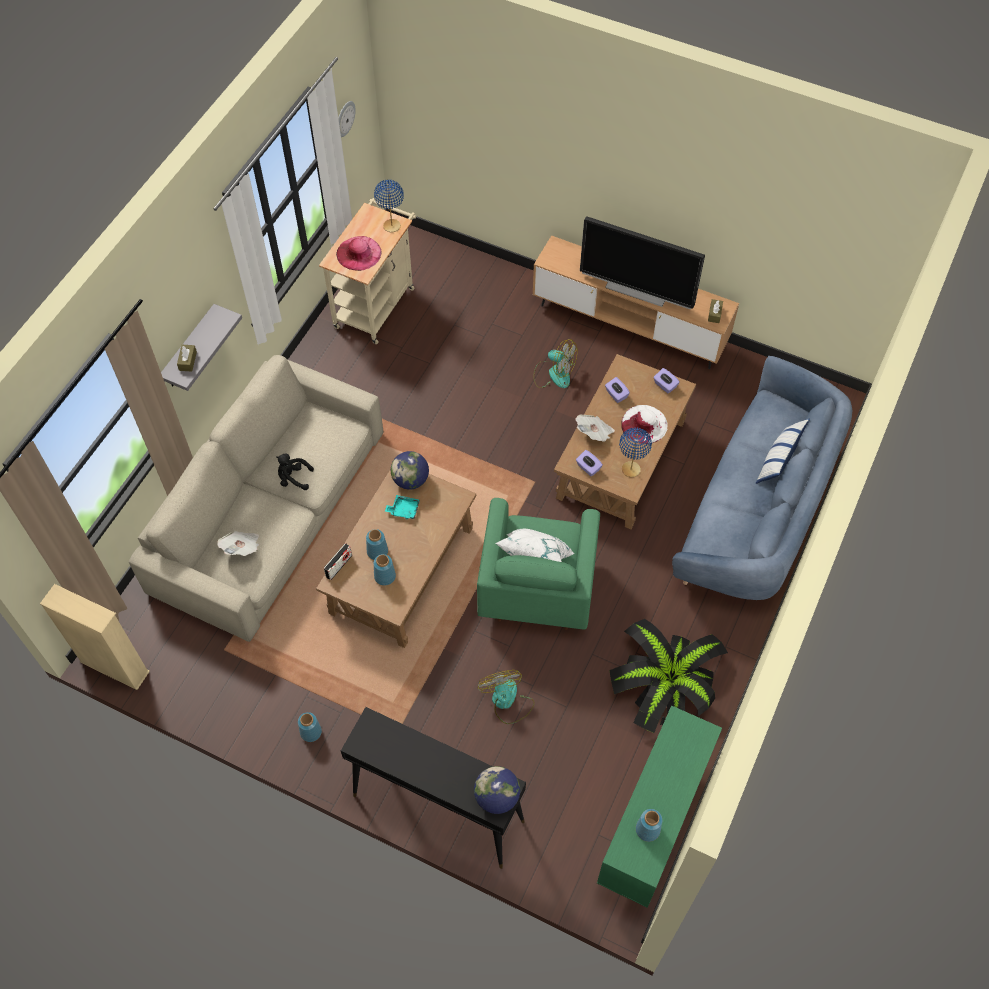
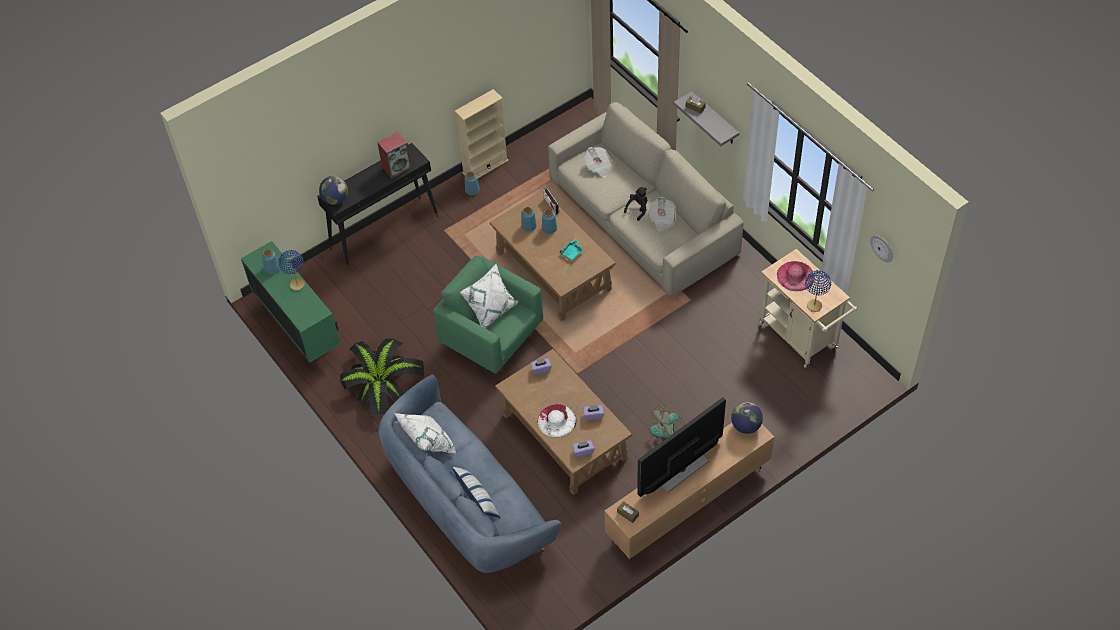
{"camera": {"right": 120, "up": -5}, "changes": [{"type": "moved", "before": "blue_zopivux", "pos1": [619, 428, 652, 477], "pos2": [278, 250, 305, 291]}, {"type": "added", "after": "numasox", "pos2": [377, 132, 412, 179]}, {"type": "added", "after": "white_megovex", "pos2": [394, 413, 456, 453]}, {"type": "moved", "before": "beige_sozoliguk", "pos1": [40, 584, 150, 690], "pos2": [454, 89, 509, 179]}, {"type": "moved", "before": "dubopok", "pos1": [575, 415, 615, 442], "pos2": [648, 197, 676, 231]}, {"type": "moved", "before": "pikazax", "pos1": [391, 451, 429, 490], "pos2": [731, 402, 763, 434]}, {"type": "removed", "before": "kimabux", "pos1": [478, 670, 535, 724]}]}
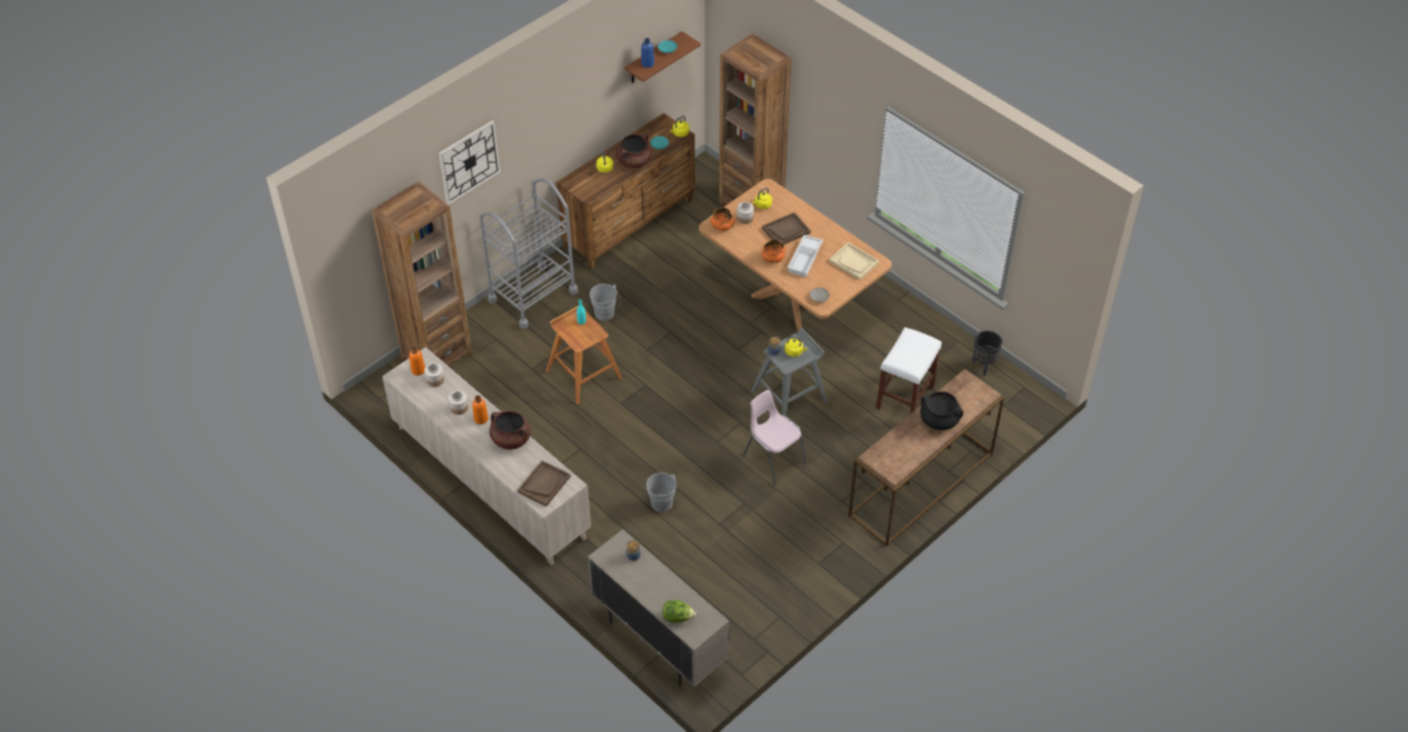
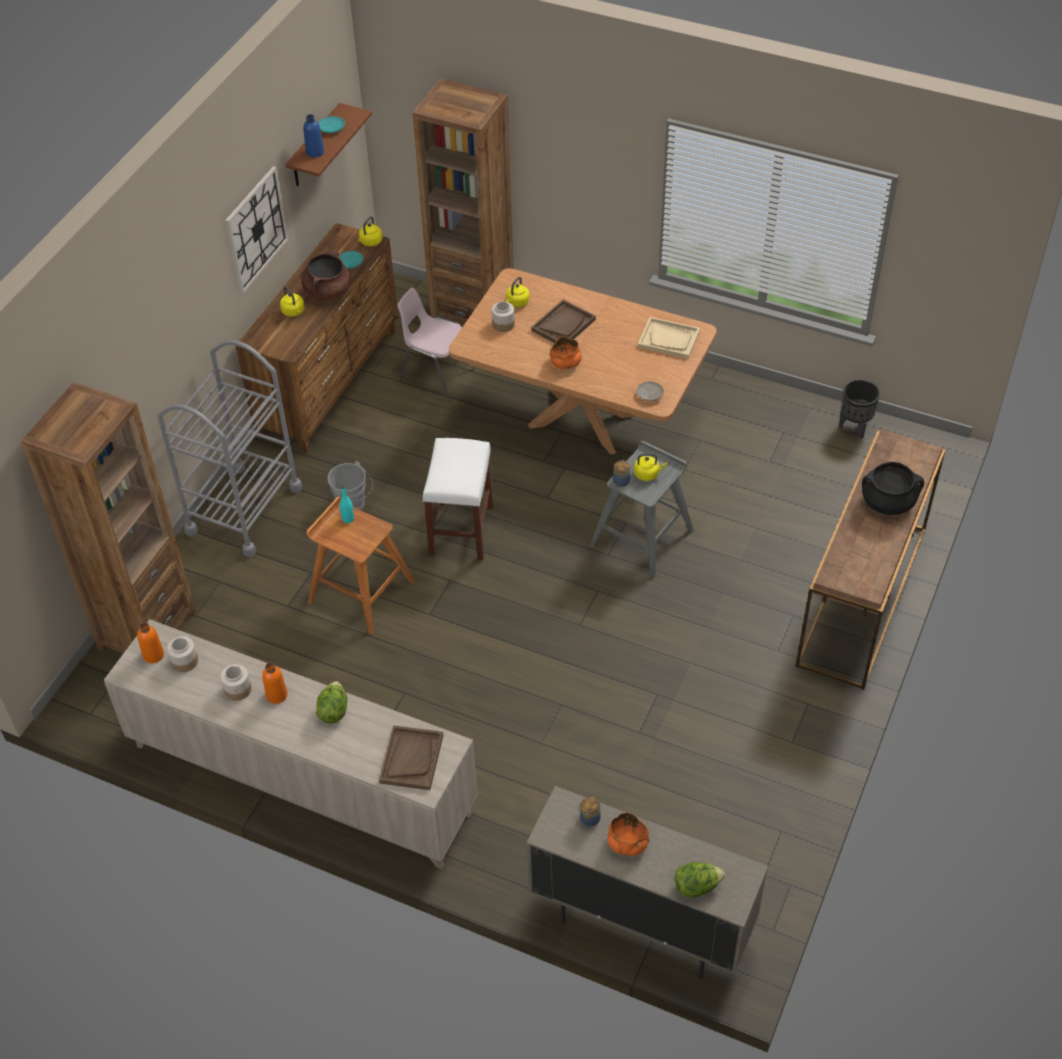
{"camera": {"right": -20, "up": 0}, "changes": [{"type": "moved", "before": "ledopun", "pos1": [439, 120, 501, 205], "pos2": [225, 166, 289, 294]}, {"type": "replaced", "before": "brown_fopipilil", "after": "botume", "pos1": [489, 411, 531, 450], "pos2": [316, 681, 347, 724]}, {"type": "moved", "before": "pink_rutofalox", "pos1": [743, 390, 806, 485], "pos2": [397, 288, 475, 402]}, {"type": "moved", "before": "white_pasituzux", "pos1": [876, 327, 941, 414], "pos2": [422, 438, 493, 560]}, {"type": "moved", "before": "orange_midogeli", "pos1": [711, 207, 735, 231], "pos2": [607, 812, 649, 856]}, {"type": "removed", "before": "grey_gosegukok", "pos1": [643, 472, 676, 512]}, {"type": "removed", "before": "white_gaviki", "pos1": [788, 235, 823, 277]}]}
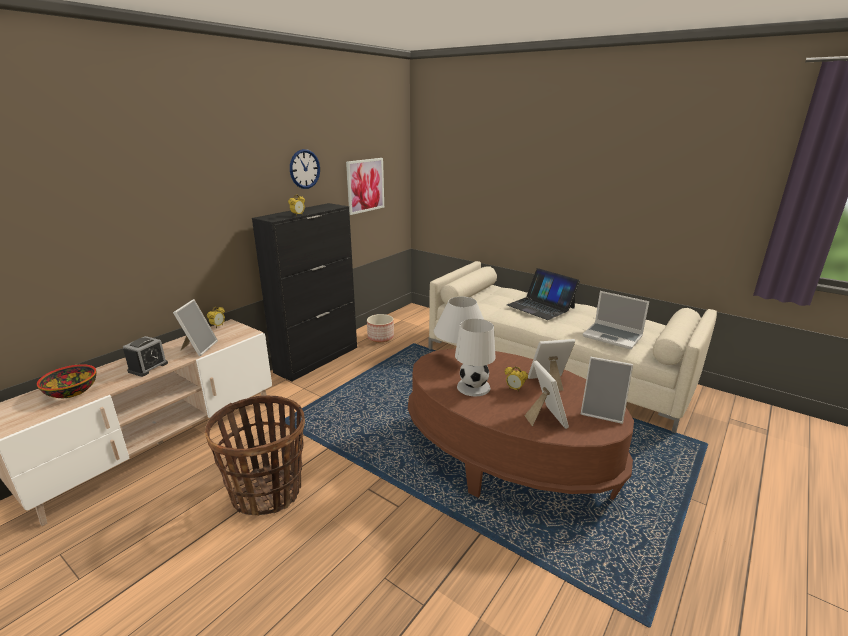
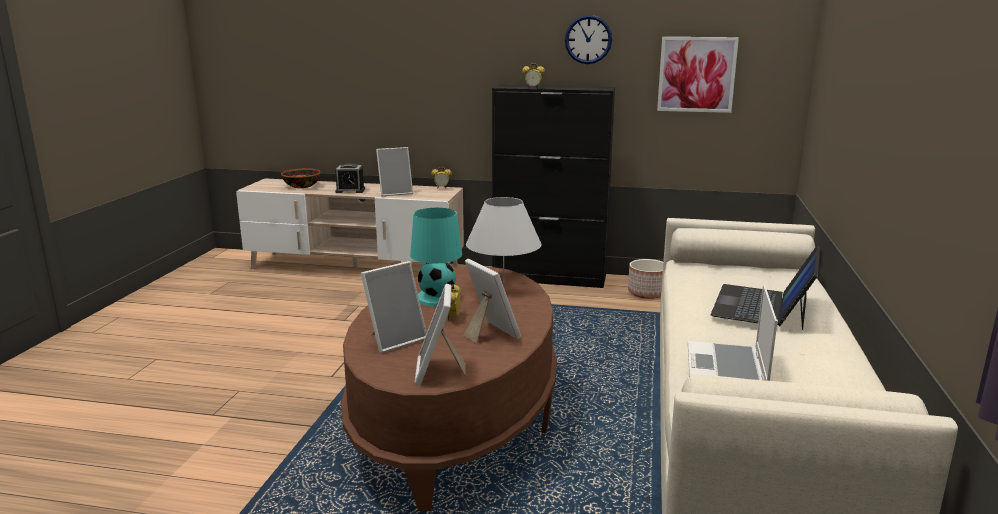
{"camera": {"right": 65, "up": -5}, "changes": [{"type": "recoloured", "before": "white_zopivux", "after": "turquoise_zopivux", "pos1": [455, 319, 496, 396], "pos2": [410, 208, 462, 306]}, {"type": "removed", "before": "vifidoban", "pos1": [205, 395, 305, 516]}]}
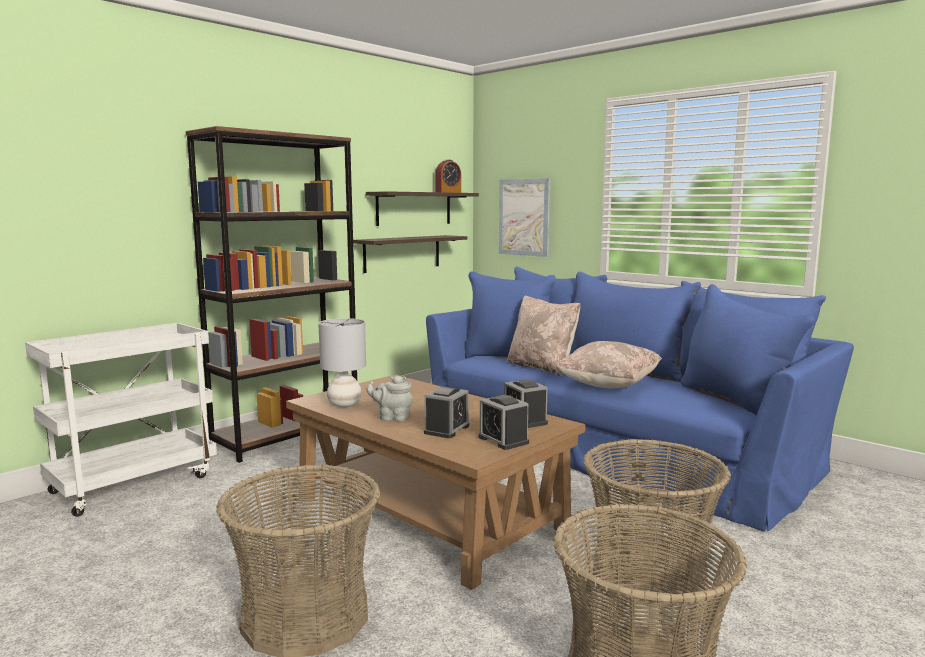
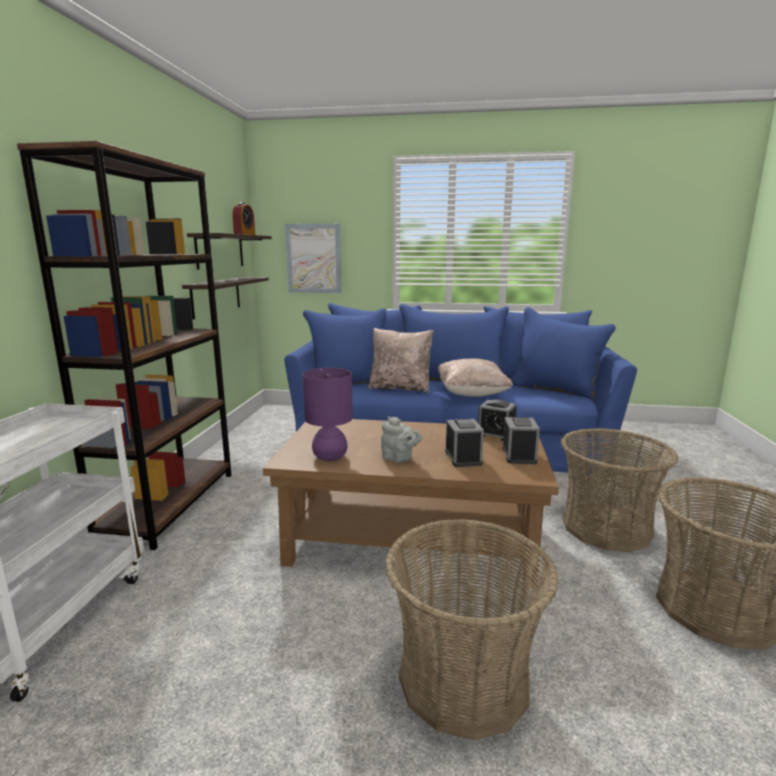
{"camera": {"right": -35, "up": 5}, "changes": [{"type": "recoloured", "before": "grey_zopivux", "after": "purple_zopivux", "pos1": [318, 318, 366, 407], "pos2": [303, 368, 353, 461]}, {"type": "turned", "before": "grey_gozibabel", "pos1": [366, 375, 413, 421], "pos2": [381, 416, 422, 463], "turn": -120}, {"type": "turned", "before": "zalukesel", "pos1": [478, 395, 529, 450], "pos2": [503, 417, 540, 464], "turn": -105}]}
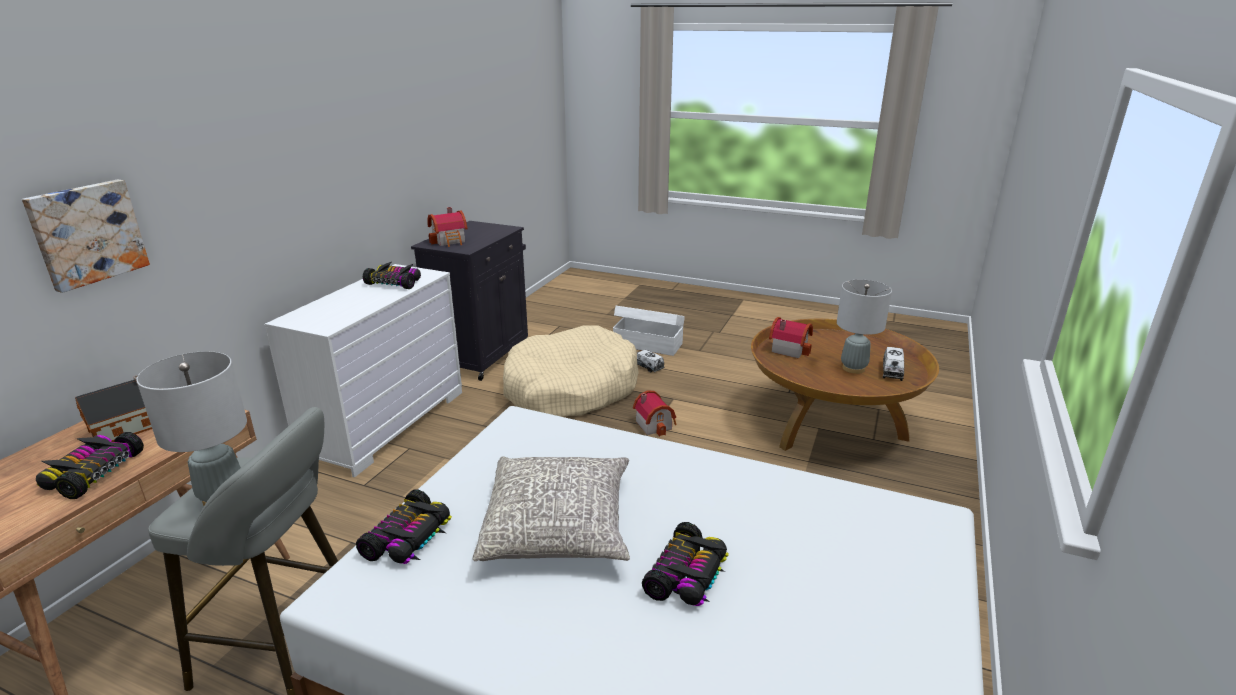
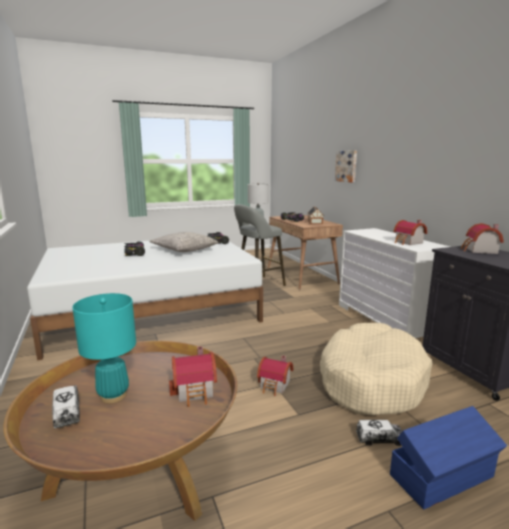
{"camera": {"right": 135, "up": -10}, "changes": [{"type": "recoloured", "before": "grey_zopivux", "after": "turquoise_zopivux", "pos1": [837, 280, 892, 374], "pos2": [72, 293, 136, 403]}, {"type": "recoloured", "before": "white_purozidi", "after": "blue_purozidi", "pos1": [613, 306, 685, 356], "pos2": [390, 406, 507, 509]}, {"type": "replaced", "before": "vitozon", "after": "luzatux", "pos1": [363, 262, 421, 289], "pos2": [393, 220, 427, 245]}]}
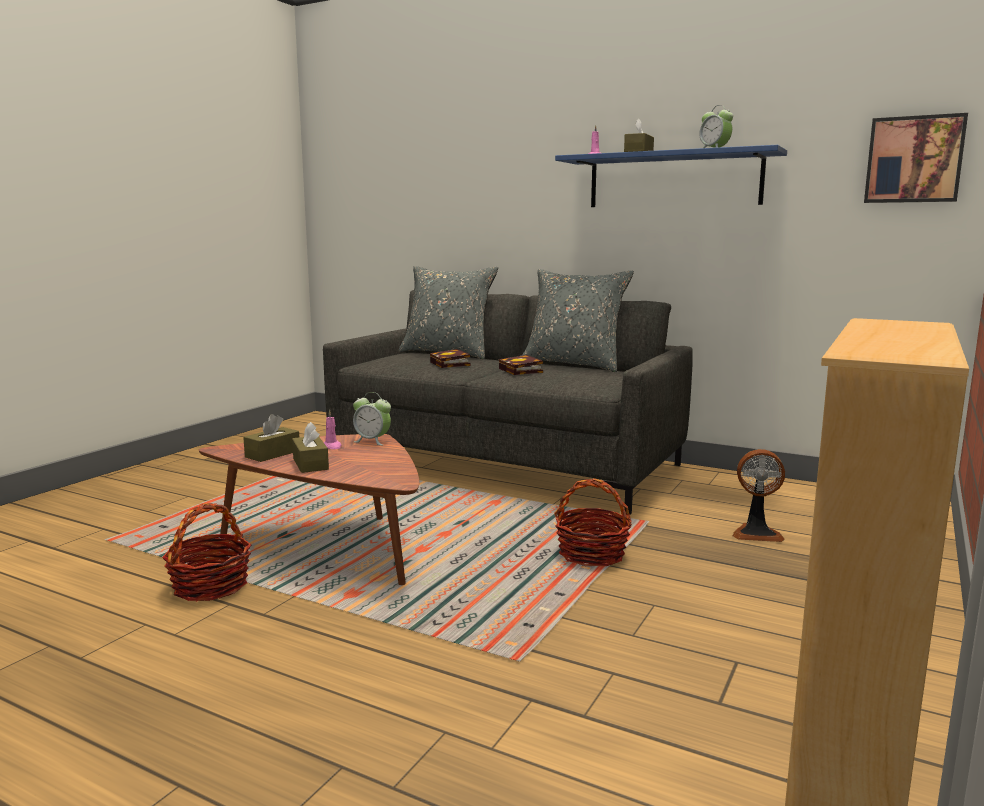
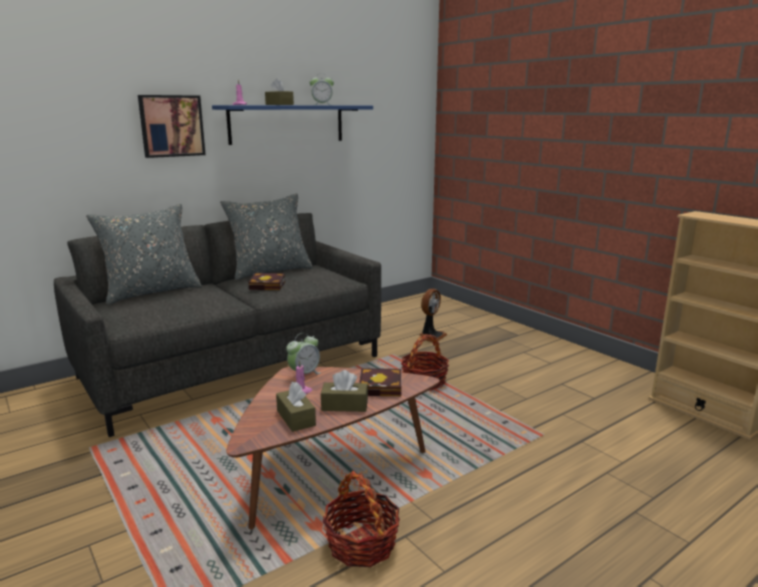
{"camera": {"right": -65, "up": 5}, "changes": [{"type": "moved", "before": "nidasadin", "pos1": [864, 113, 968, 203], "pos2": [138, 95, 206, 158]}, {"type": "moved", "before": "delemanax", "pos1": [430, 349, 470, 368], "pos2": [359, 368, 402, 397]}]}
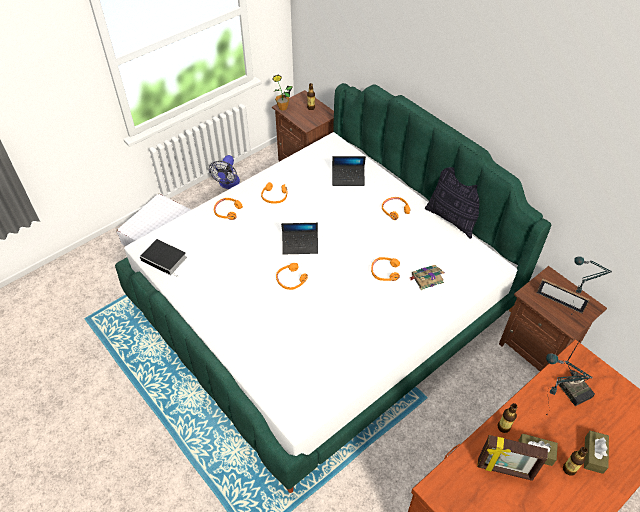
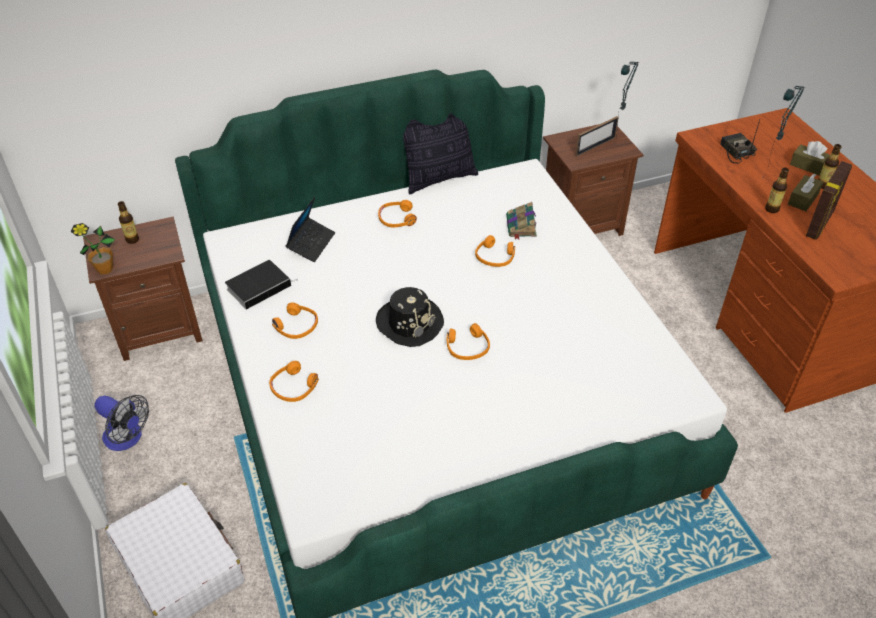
{"camera": {"right": -70, "up": -5}, "changes": [{"type": "moved", "before": "delemanax", "pos1": [140, 239, 187, 277], "pos2": [225, 260, 297, 310]}, {"type": "replaced", "before": "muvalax", "after": "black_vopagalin", "pos1": [281, 223, 318, 254], "pos2": [376, 287, 444, 347]}, {"type": "turned", "before": "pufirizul", "pos1": [559, 340, 595, 406], "pos2": [720, 120, 760, 164], "turn": -105}]}
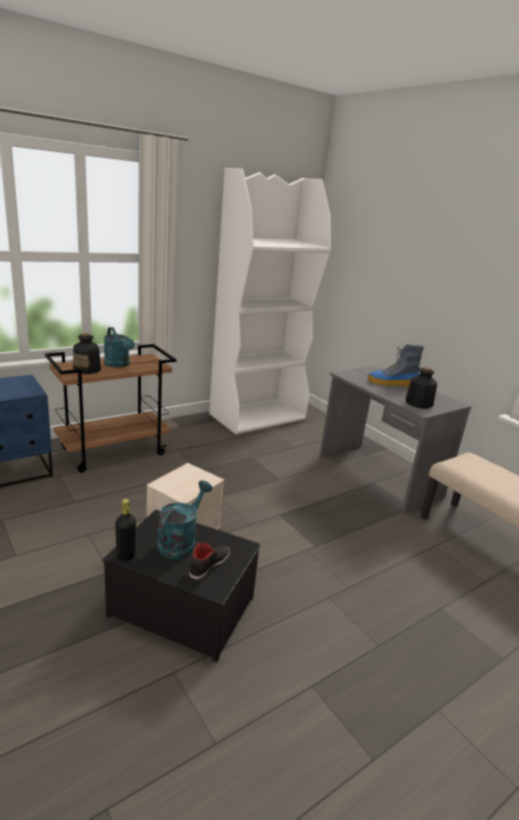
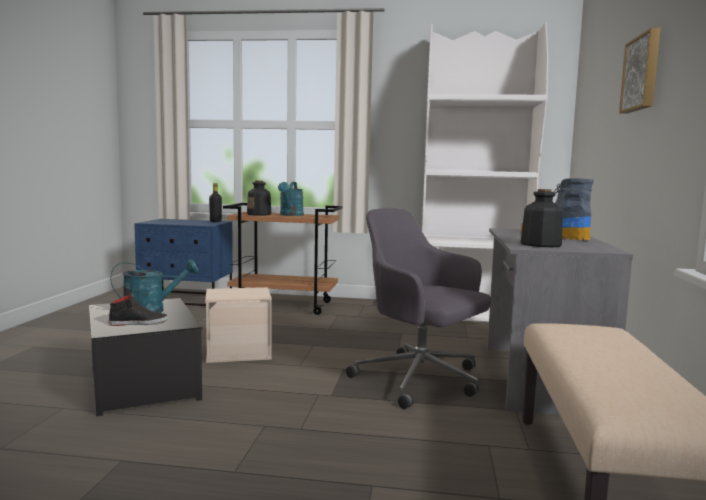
{"camera": {"right": 45, "up": -15}, "changes": [{"type": "moved", "before": "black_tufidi", "pos1": [115, 499, 136, 561], "pos2": [209, 183, 222, 222]}, {"type": "added", "after": "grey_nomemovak", "pos2": [346, 208, 491, 409]}, {"type": "added", "after": "nidasadin", "pos2": [619, 28, 660, 114]}]}
